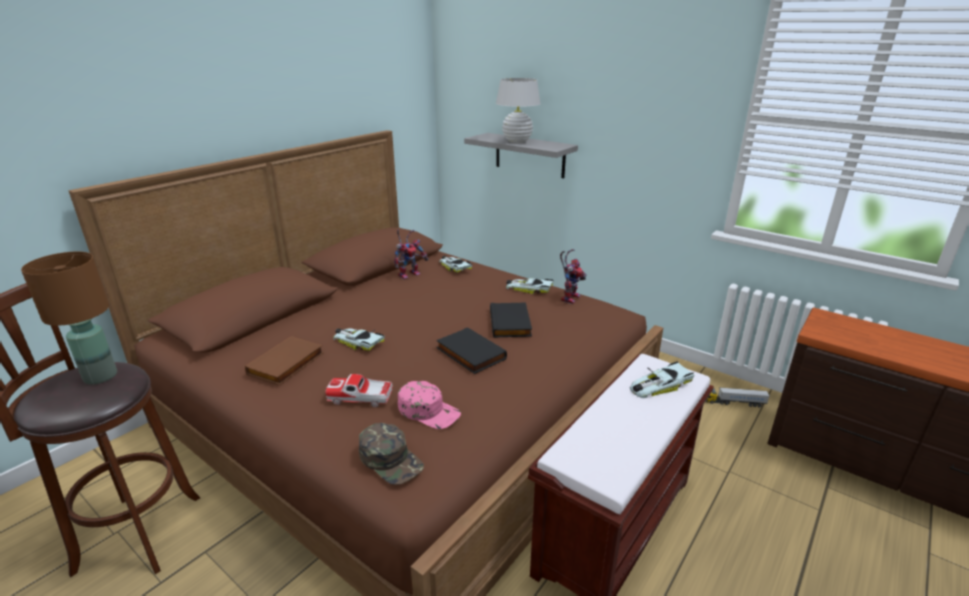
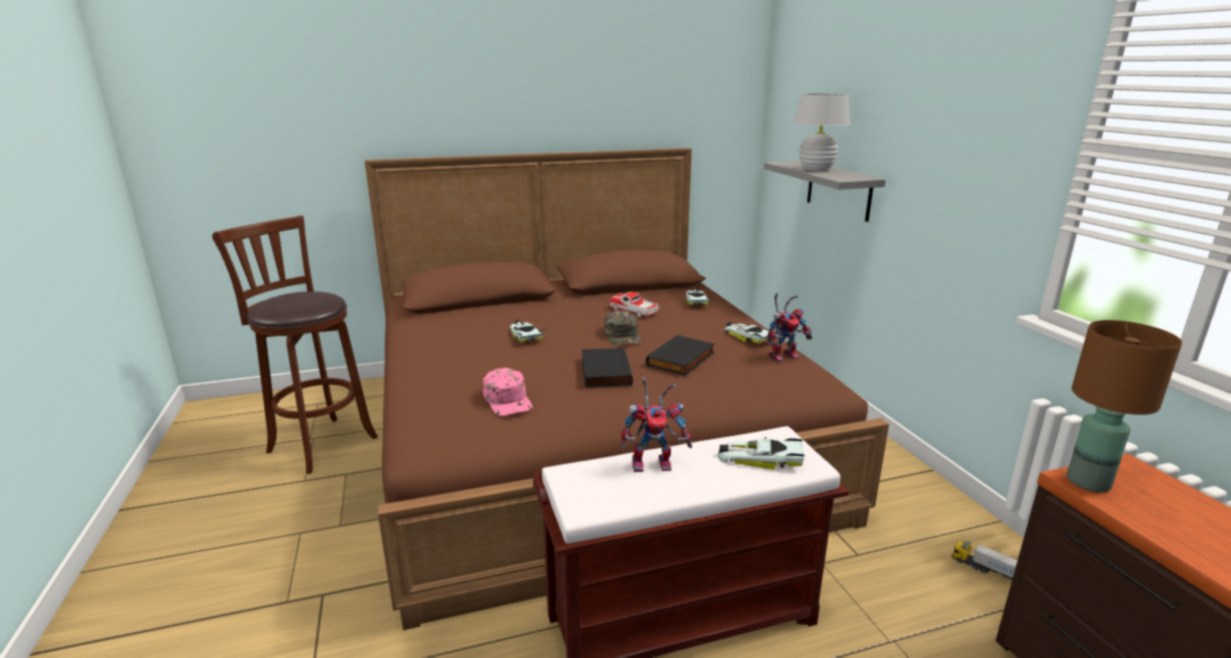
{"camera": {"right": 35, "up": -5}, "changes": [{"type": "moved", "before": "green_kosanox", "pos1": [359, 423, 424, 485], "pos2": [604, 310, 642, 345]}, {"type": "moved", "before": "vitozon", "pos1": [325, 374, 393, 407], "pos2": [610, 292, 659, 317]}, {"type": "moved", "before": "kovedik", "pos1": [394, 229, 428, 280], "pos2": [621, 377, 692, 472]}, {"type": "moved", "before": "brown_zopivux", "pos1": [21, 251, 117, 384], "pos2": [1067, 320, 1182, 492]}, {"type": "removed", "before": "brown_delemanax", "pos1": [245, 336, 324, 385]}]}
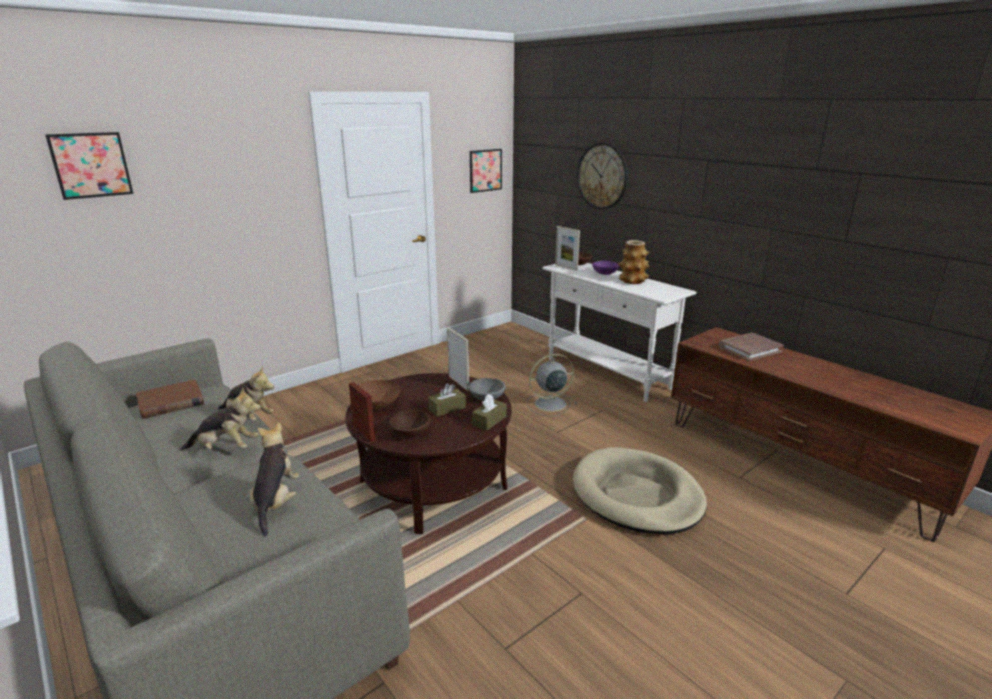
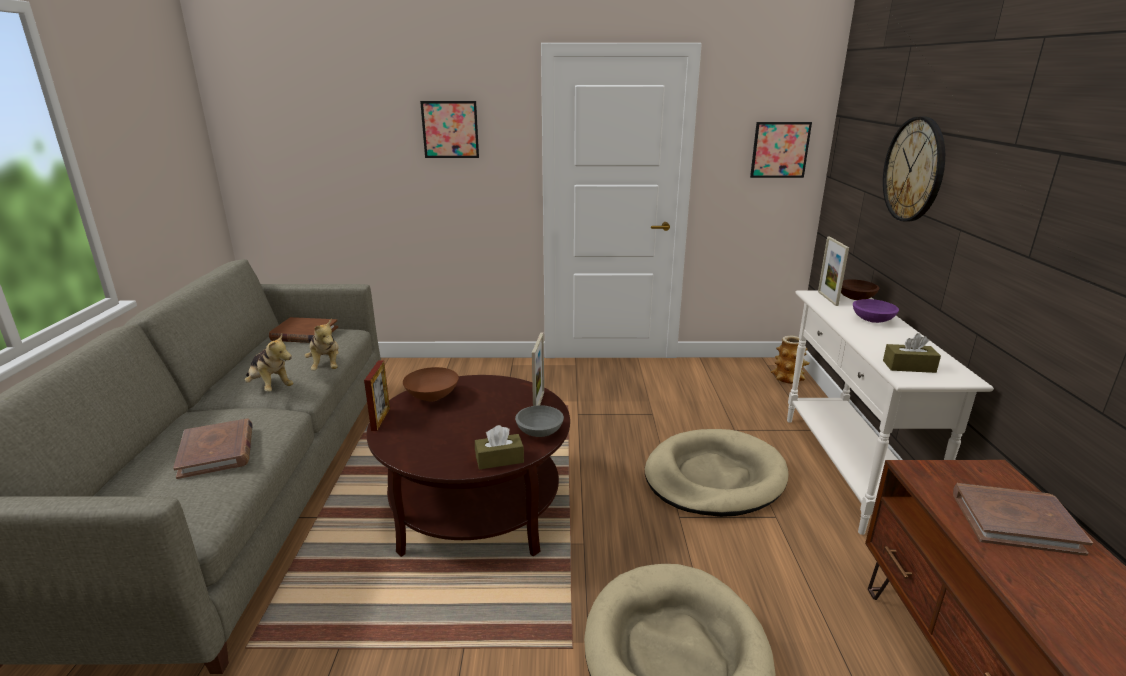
{"camera": {"right": 40, "up": 0}, "changes": [{"type": "replaced", "before": "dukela", "after": "brown_delemanax", "pos1": [250, 422, 299, 536], "pos2": [173, 418, 253, 479]}, {"type": "moved", "before": "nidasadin", "pos1": [45, 132, 133, 200], "pos2": [420, 101, 479, 158]}, {"type": "replaced", "before": "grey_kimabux", "after": "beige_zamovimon", "pos1": [526, 354, 577, 416], "pos2": [645, 429, 789, 517]}, {"type": "moved", "before": "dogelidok", "pos1": [618, 240, 649, 284], "pos2": [771, 335, 810, 384]}, {"type": "moved", "before": "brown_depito", "pos1": [428, 384, 466, 416], "pos2": [883, 333, 941, 373]}, {"type": "removed", "before": "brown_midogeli", "pos1": [389, 410, 431, 437]}]}
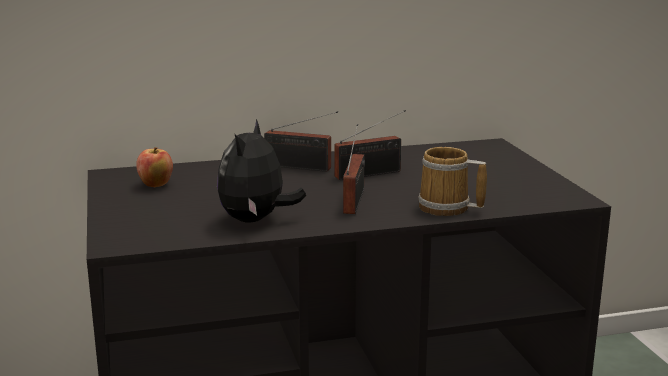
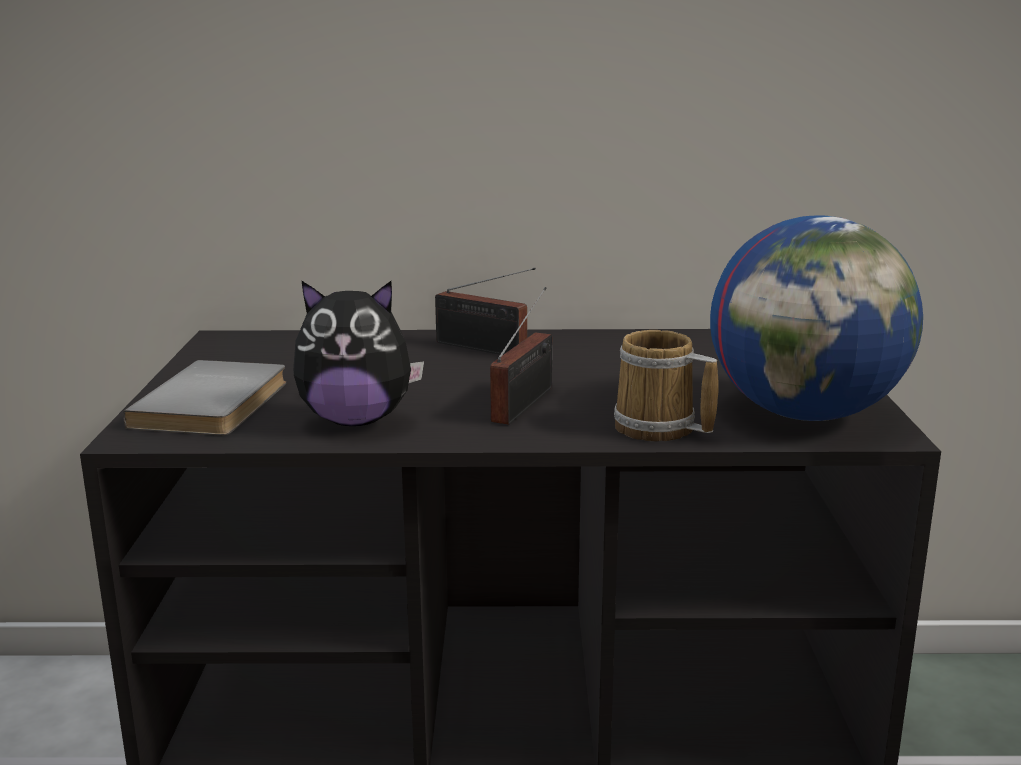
{"camera": {"right": 15, "up": 0}, "changes": [{"type": "added", "after": "grey_delemanax", "pos2": [123, 360, 286, 435]}, {"type": "turned", "before": "dukela", "pos1": [217, 119, 306, 223], "pos2": [293, 280, 424, 426], "turn": -120}, {"type": "added", "after": "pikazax", "pos2": [710, 215, 923, 421]}, {"type": "removed", "before": "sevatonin", "pos1": [136, 147, 173, 187]}, {"type": "removed", "before": "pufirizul", "pos1": [334, 110, 406, 180]}]}
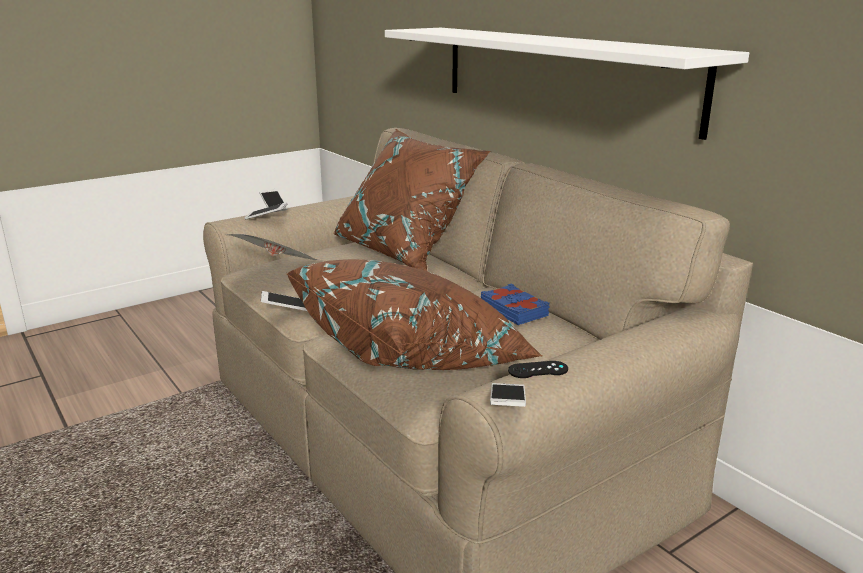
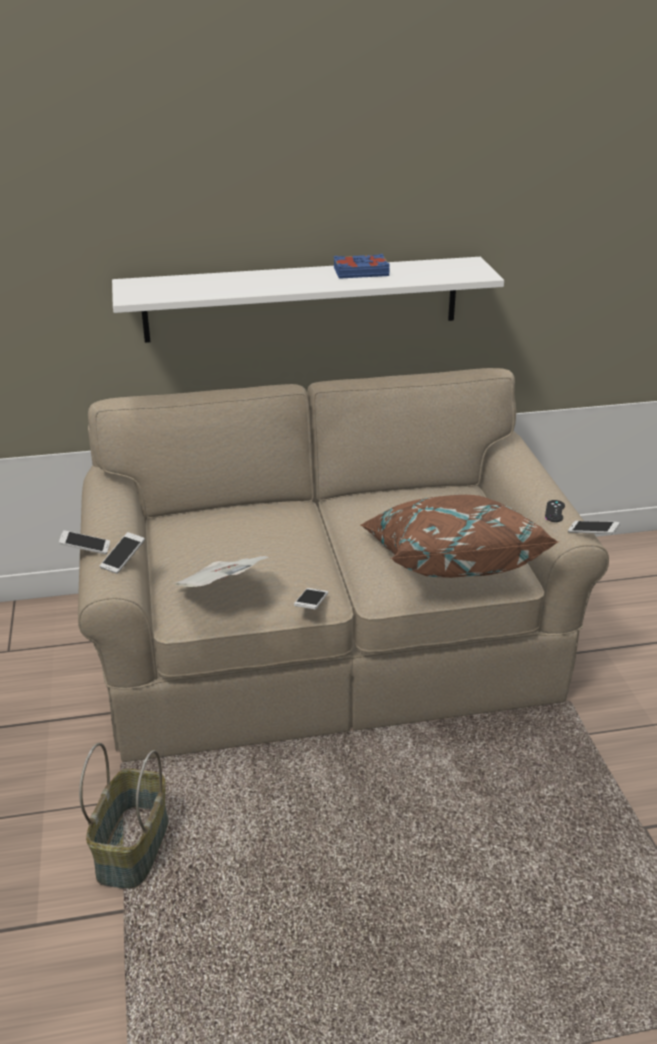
{"camera": {"right": -65, "up": 10}, "changes": [{"type": "added", "after": "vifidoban", "pos2": [79, 743, 168, 889]}, {"type": "moved", "before": "blue_delemanax", "pos1": [481, 284, 550, 325], "pos2": [334, 254, 390, 279]}, {"type": "removed", "before": "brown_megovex", "pos1": [333, 129, 490, 272]}]}
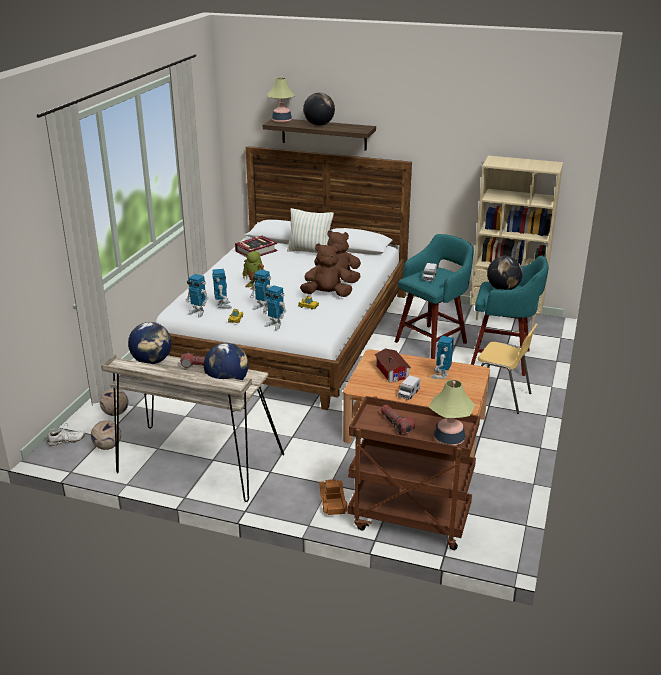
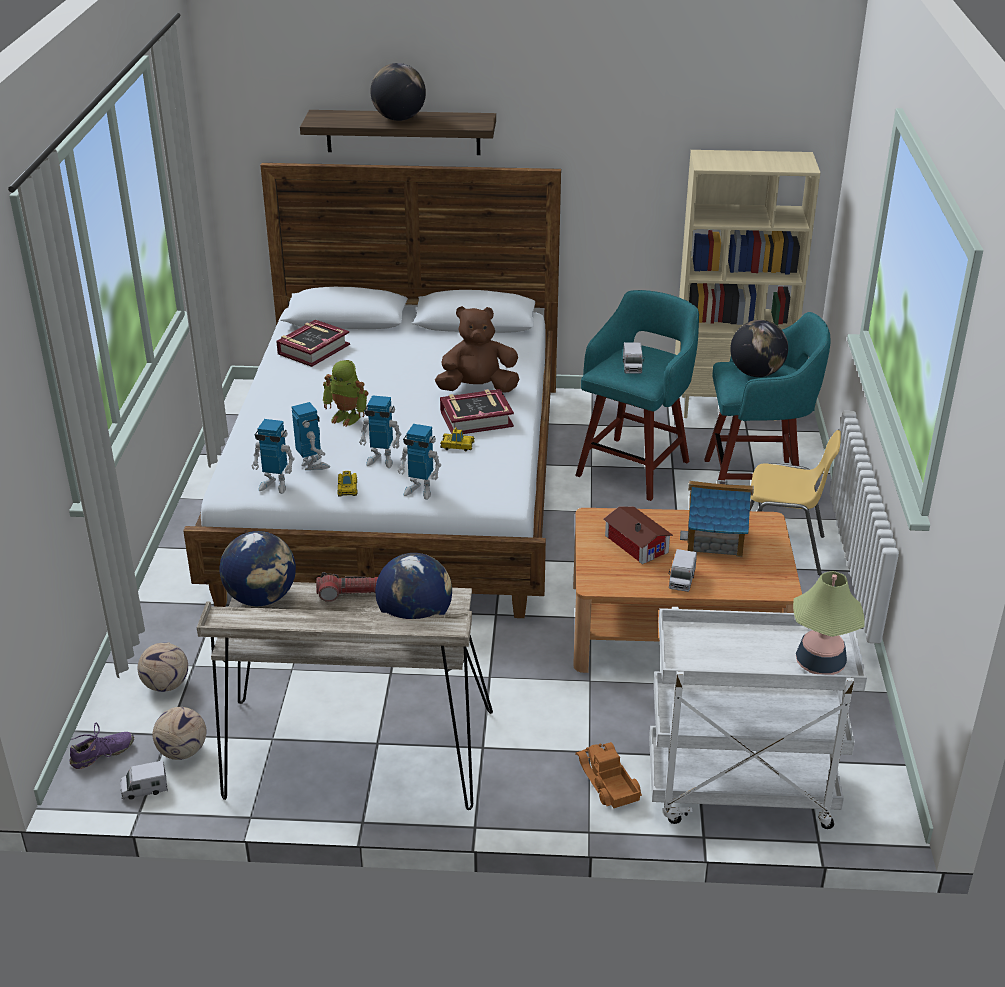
{"camera": {"right": -15, "up": 5}, "changes": [{"type": "recoloured", "before": "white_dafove", "after": "purple_dafove", "pos1": [47, 423, 85, 446], "pos2": [69, 723, 134, 769]}, {"type": "added", "after": "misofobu", "pos2": [120, 761, 168, 800]}, {"type": "replaced", "before": "brown_dukela", "after": "delemanax", "pos1": [300, 244, 352, 297], "pos2": [440, 389, 514, 434]}, {"type": "recoloured", "before": "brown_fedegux", "after": "white_fedegux", "pos1": [348, 396, 480, 550], "pos2": [649, 607, 867, 829]}, {"type": "replaced", "before": "kovedik", "after": "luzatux", "pos1": [430, 336, 454, 379], "pos2": [680, 480, 754, 557]}, {"type": "removed", "before": "zopivux", "pos1": [267, 77, 295, 123]}, {"type": "removed", "before": "megovex", "pos1": [287, 208, 334, 253]}, {"type": "removed", "before": "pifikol", "pos1": [381, 405, 415, 434]}]}
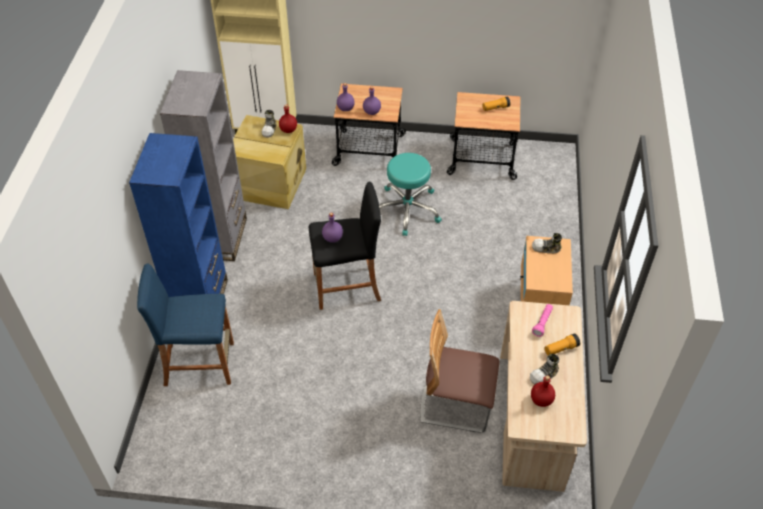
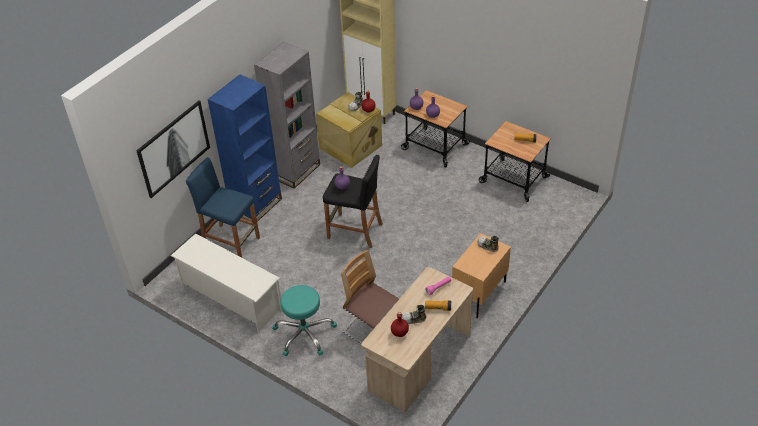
{"camera": {"right": 30, "up": -5}, "changes": [{"type": "added", "after": "nidasadin", "pos2": [136, 100, 210, 198]}, {"type": "added", "after": "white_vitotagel", "pos2": [171, 233, 282, 332]}, {"type": "moved", "before": "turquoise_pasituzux", "pos1": [379, 153, 442, 236], "pos2": [272, 285, 337, 356]}]}
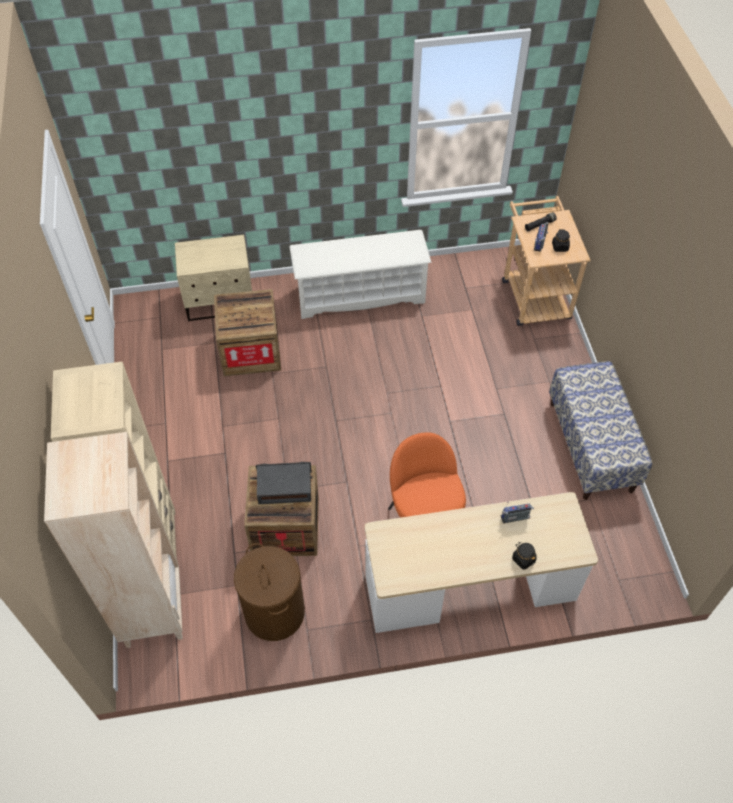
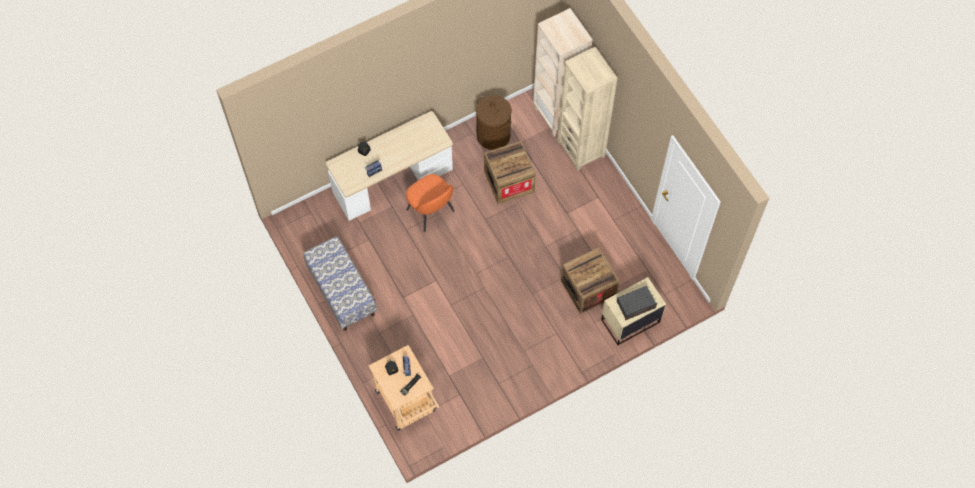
{"camera": {"right": 160, "up": 10}, "changes": [{"type": "moved", "before": "pufirizul", "pos1": [256, 462, 312, 504], "pos2": [617, 286, 657, 320]}, {"type": "removed", "before": "white_vitotagel", "pos1": [289, 230, 432, 319]}]}
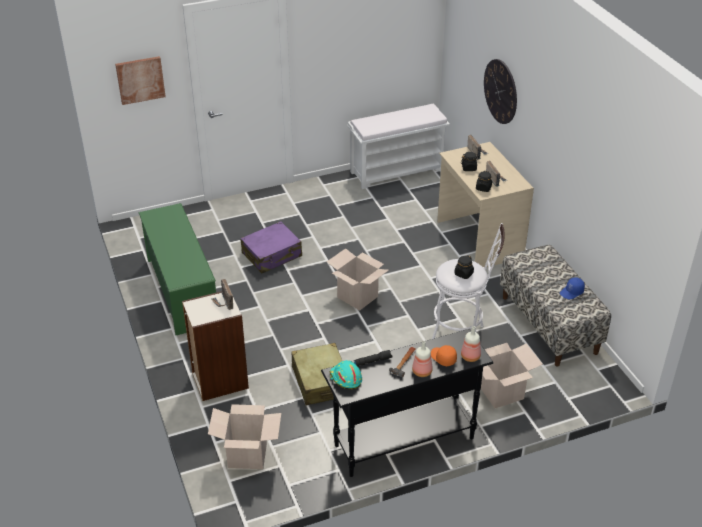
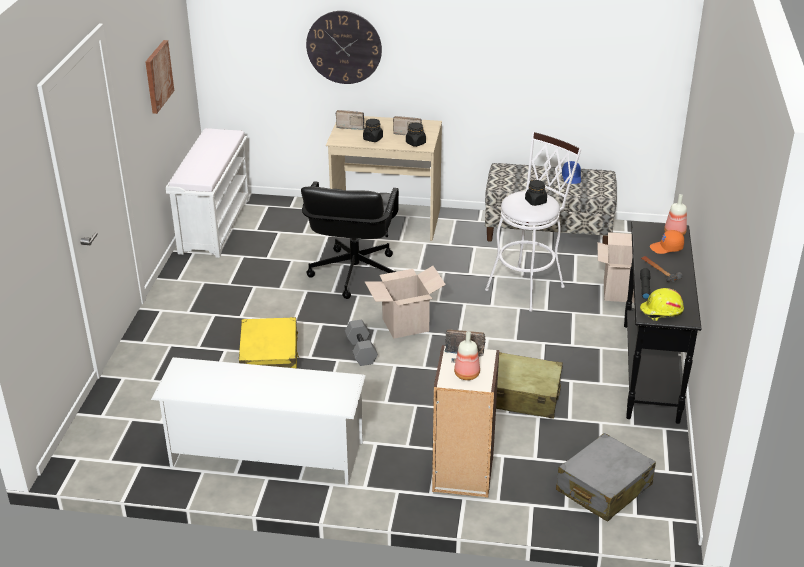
{"camera": {"right": -60, "up": -5}, "changes": [{"type": "moved", "before": "nidasadin", "pos1": [115, 56, 166, 105], "pos2": [145, 40, 174, 114]}, {"type": "recoloured", "before": "green_vitotagel", "after": "white_vitotagel", "pos1": [139, 203, 216, 335], "pos2": [151, 357, 366, 485]}, {"type": "recoloured", "before": "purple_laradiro", "after": "yellow_laradiro", "pos1": [240, 221, 302, 274], "pos2": [239, 317, 299, 368]}, {"type": "added", "after": "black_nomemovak", "pos2": [301, 181, 399, 299]}, {"type": "added", "after": "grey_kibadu", "pos2": [345, 320, 378, 366]}, {"type": "moved", "before": "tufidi", "pos1": [412, 341, 433, 377], "pos2": [454, 331, 480, 380]}, {"type": "replaced", "before": "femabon", "after": "grey_laradiro", "pos1": [208, 404, 281, 469], "pos2": [556, 433, 656, 522]}, {"type": "recoloured", "before": "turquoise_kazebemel", "after": "yellow_kazebemel", "pos1": [329, 360, 362, 389], "pos2": [640, 288, 684, 321]}]}
